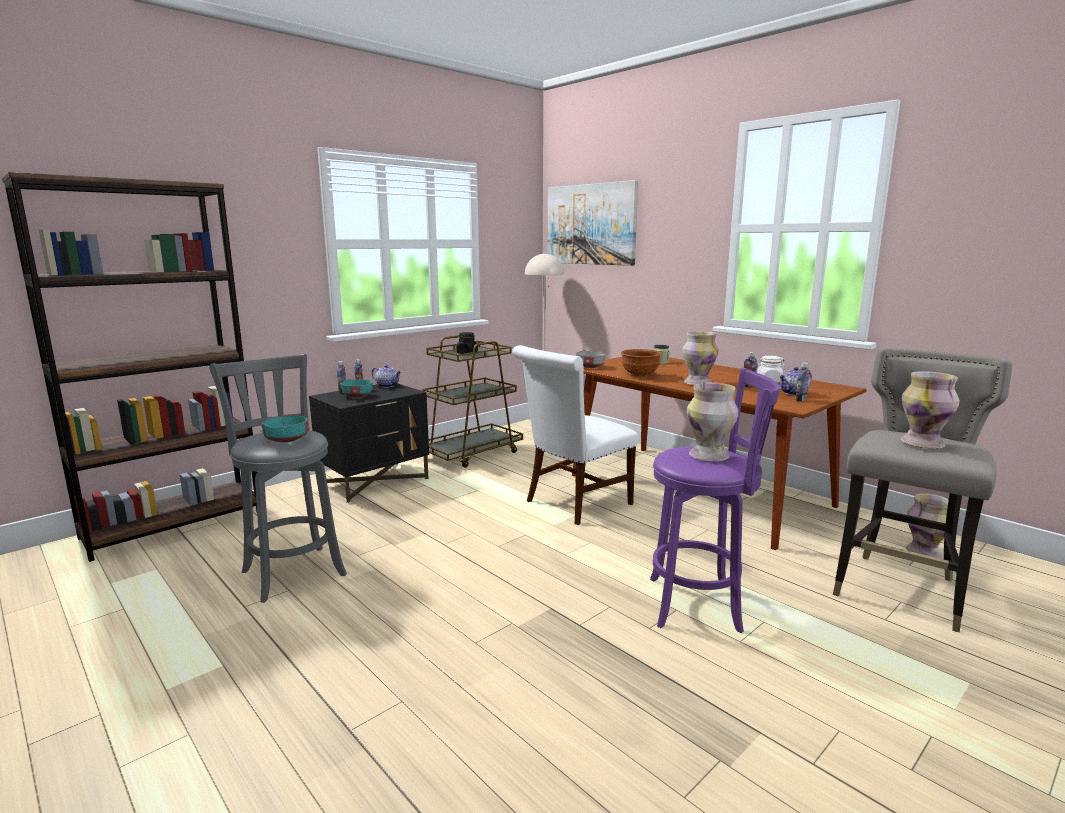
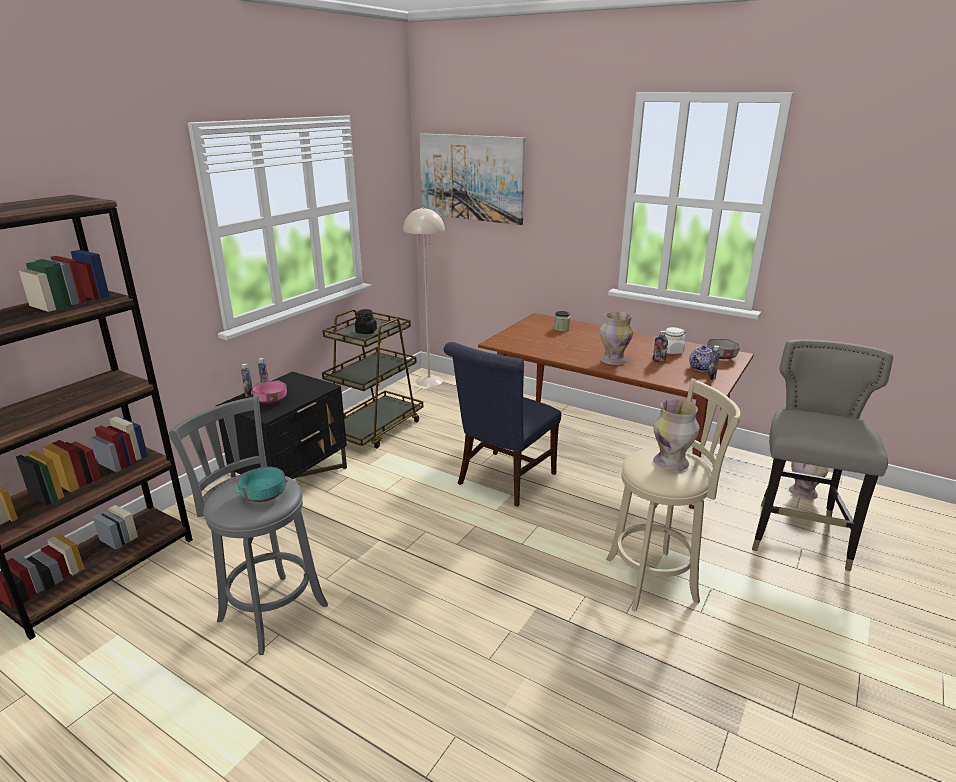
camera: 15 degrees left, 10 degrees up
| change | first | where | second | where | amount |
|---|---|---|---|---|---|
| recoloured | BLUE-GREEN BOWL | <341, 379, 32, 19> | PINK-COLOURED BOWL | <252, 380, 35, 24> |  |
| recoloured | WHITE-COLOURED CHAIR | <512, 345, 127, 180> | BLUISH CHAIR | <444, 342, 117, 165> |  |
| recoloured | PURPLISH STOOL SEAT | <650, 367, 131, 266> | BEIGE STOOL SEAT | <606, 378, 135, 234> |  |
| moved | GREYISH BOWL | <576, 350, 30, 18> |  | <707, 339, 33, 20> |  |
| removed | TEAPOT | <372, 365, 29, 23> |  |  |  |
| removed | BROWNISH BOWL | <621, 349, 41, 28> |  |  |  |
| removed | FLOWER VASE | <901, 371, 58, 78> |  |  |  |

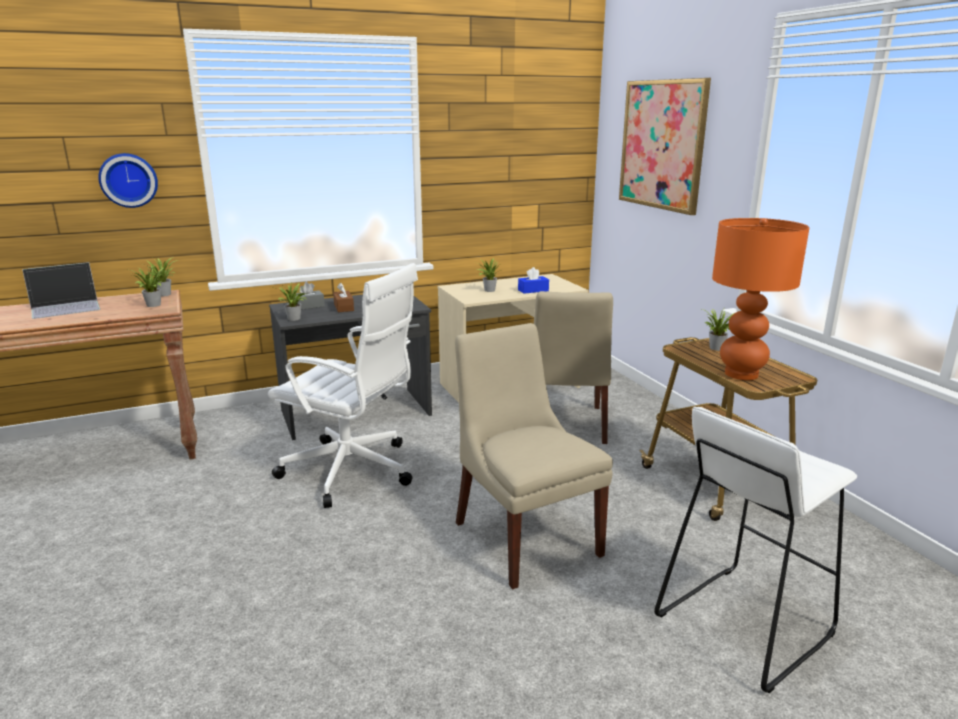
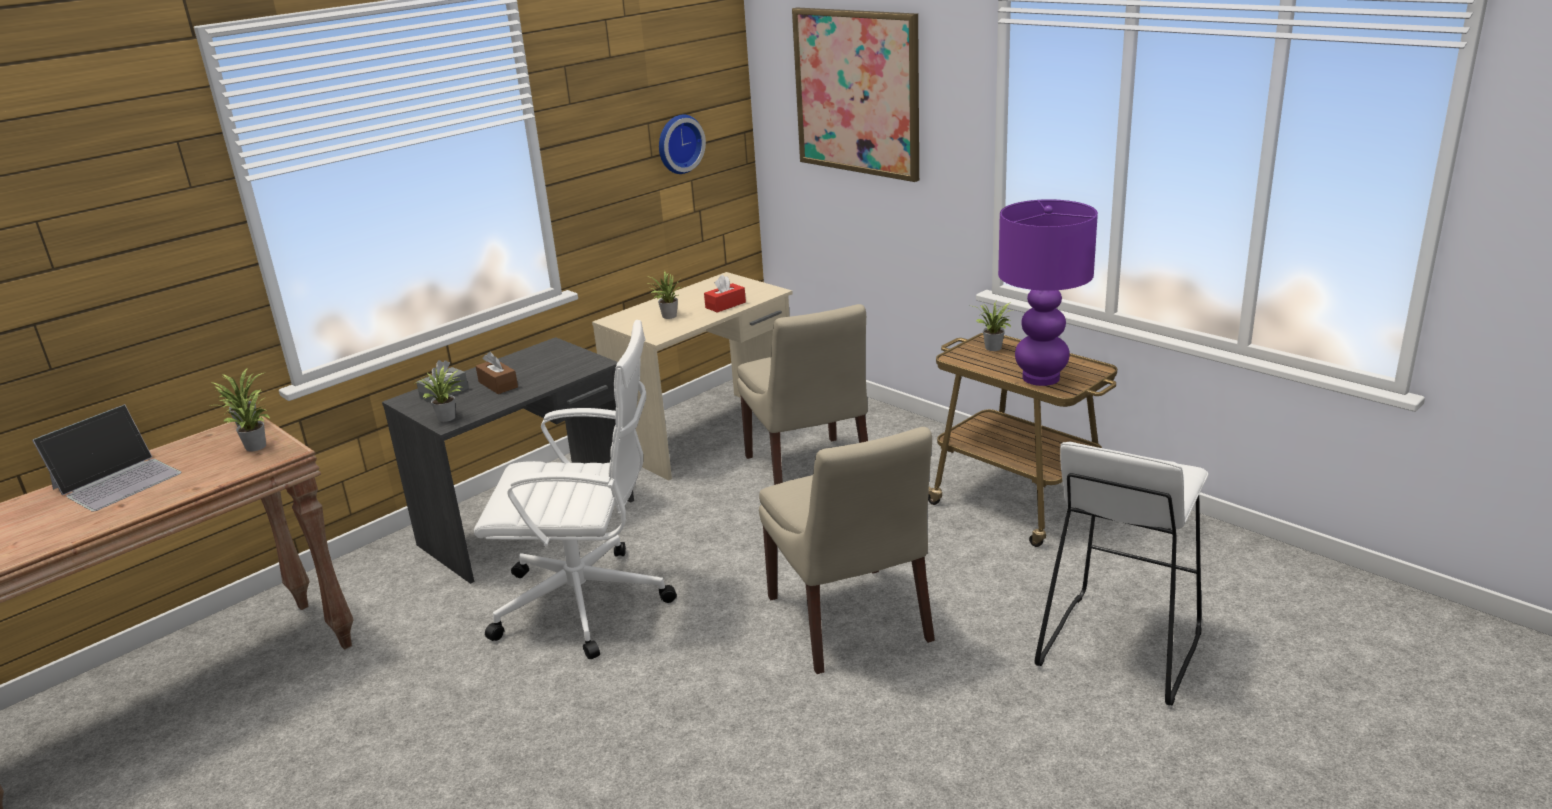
camera: 20 degrees left, 5 degrees up
| change | first | where | second | where | amount |
|---|---|---|---|---|---|
| moved | WALL CLOCK | <98, 153, 60, 55> |  | <659, 115, 47, 59> |  |
| recoloured | BLUISH TISSUE HOLDER | <518, 267, 31, 27> | RED TISSUE HOLDER | <704, 275, 42, 38> |  |
| turned | BEIGE CHAIR | <455, 323, 158, 266> |  | <759, 427, 176, 247> | 150 degrees counterclockwise |
| recoloured | ORANGE LAMP FOR A TABLE | <712, 218, 97, 162> | PURPLISH LAMP FOR A TABLE | <998, 199, 100, 187> |  |

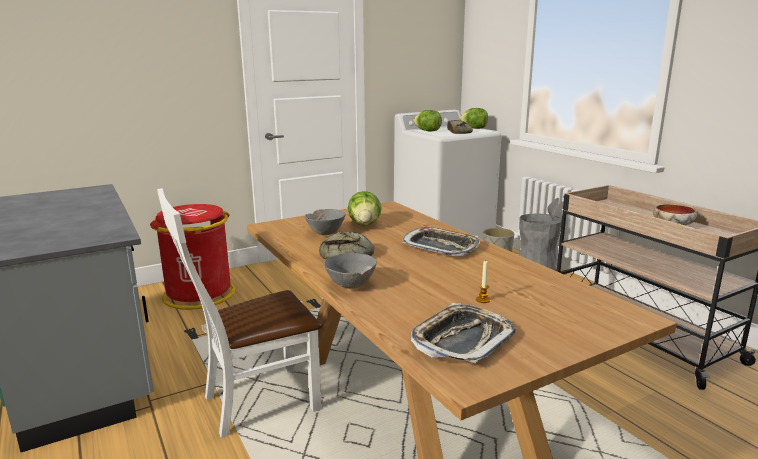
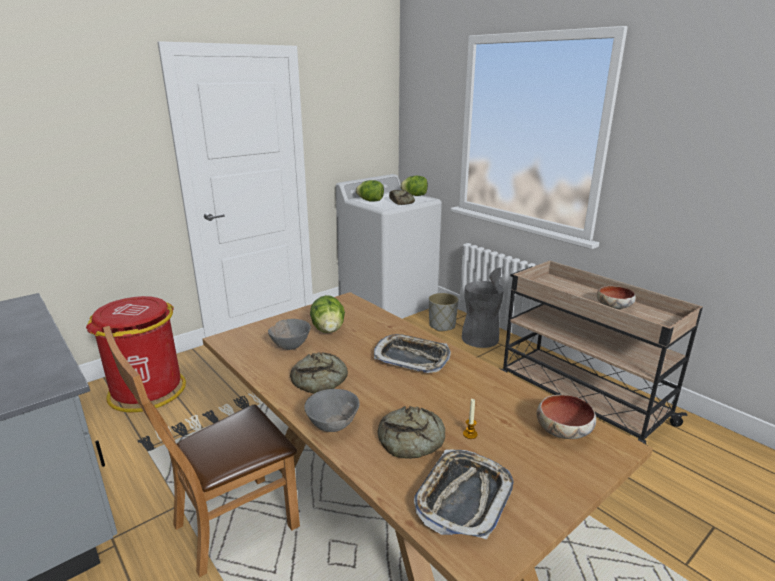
camera: 10 degrees left, 5 degrees up
| change | first | where | second | where | amount |
|---|---|---|---|---|---|
| recoloured | WHITE-COLOURED CHAIR | <157, 188, 165, 250> | BROWNISH CHAIR | <103, 326, 197, 252> |  |
| added |  |  | BREAD | <377, 406, 68, 53> |  |
| added |  |  | BOWL | <537, 395, 59, 44> |  |

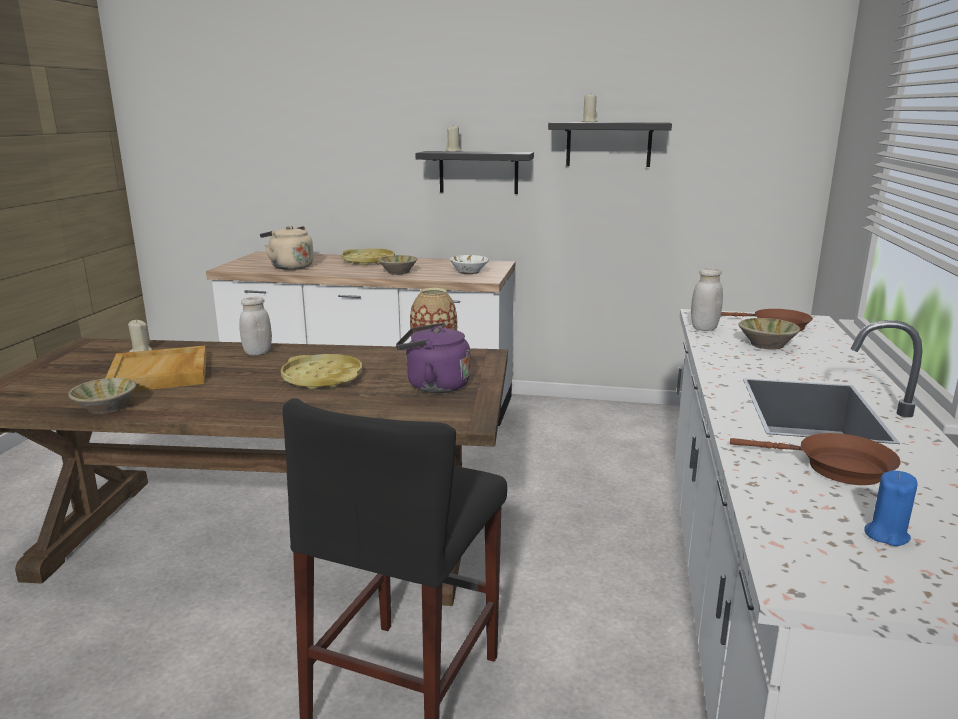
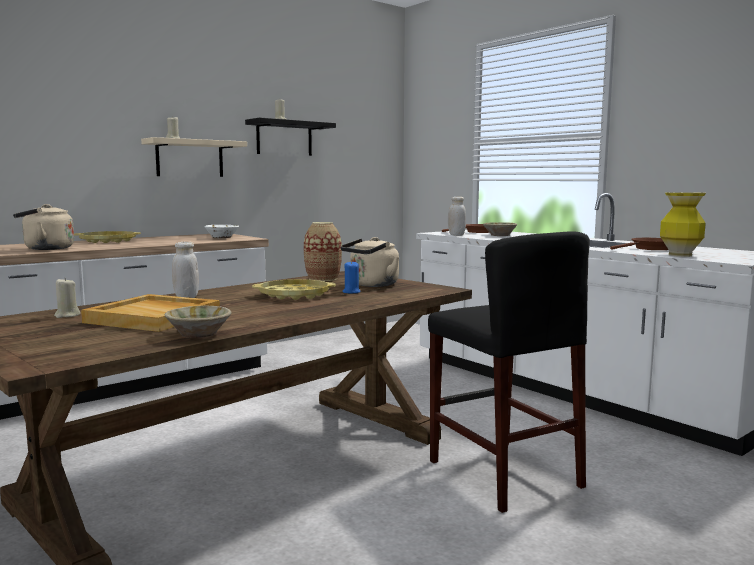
camera: 50 degrees left, 10 degrees down
| change | first | where | second | where | amount |
|---|---|---|---|---|---|
| recoloured | BLACK-COLOURED SHELF | <416, 151, 118, 43> | BEIGE SHELF | <141, 137, 106, 40> |  |
| recoloured | PURPLISH WATER KETTLE | <396, 323, 74, 70> | BEIGE WATER KETTLE | <341, 237, 58, 50> |  |
| moved | BLUISH WAX CANDLE | <864, 470, 53, 76> |  | <342, 261, 18, 33> |  |
| added |  |  | FLOWER VASE | <660, 192, 46, 65> |  |
| removed | BEIGE BOWL | <378, 255, 39, 20> |  |  |  |

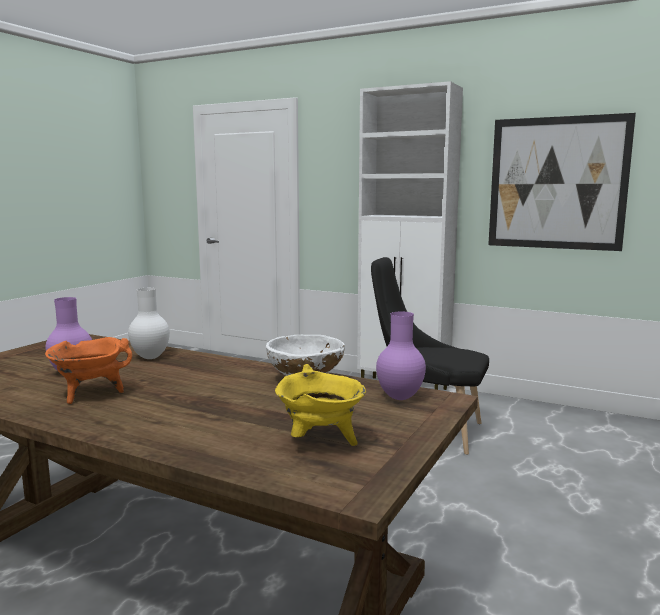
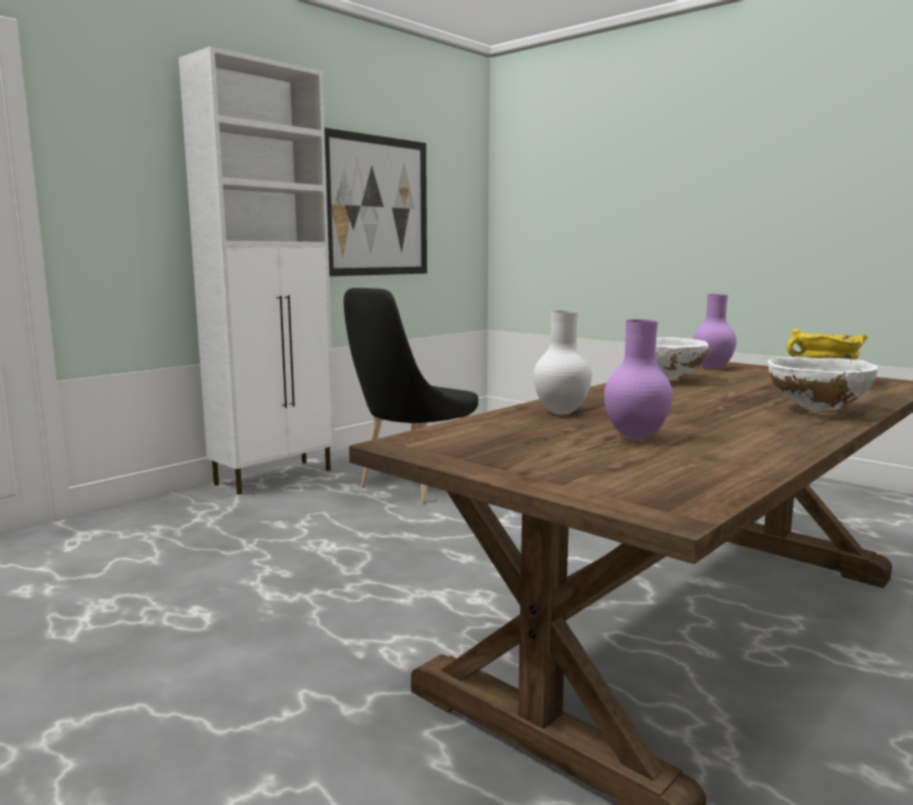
camera: 75 degrees left, 0 degrees up
| change | first | where | second | where | amount |
|---|---|---|---|---|---|
| added |  |  | WHITE-COLOURED BOWL | <768, 357, 110, 54> |  |
| removed | ORANGE SAUCEPOT | <45, 337, 87, 67> |  |  |  |

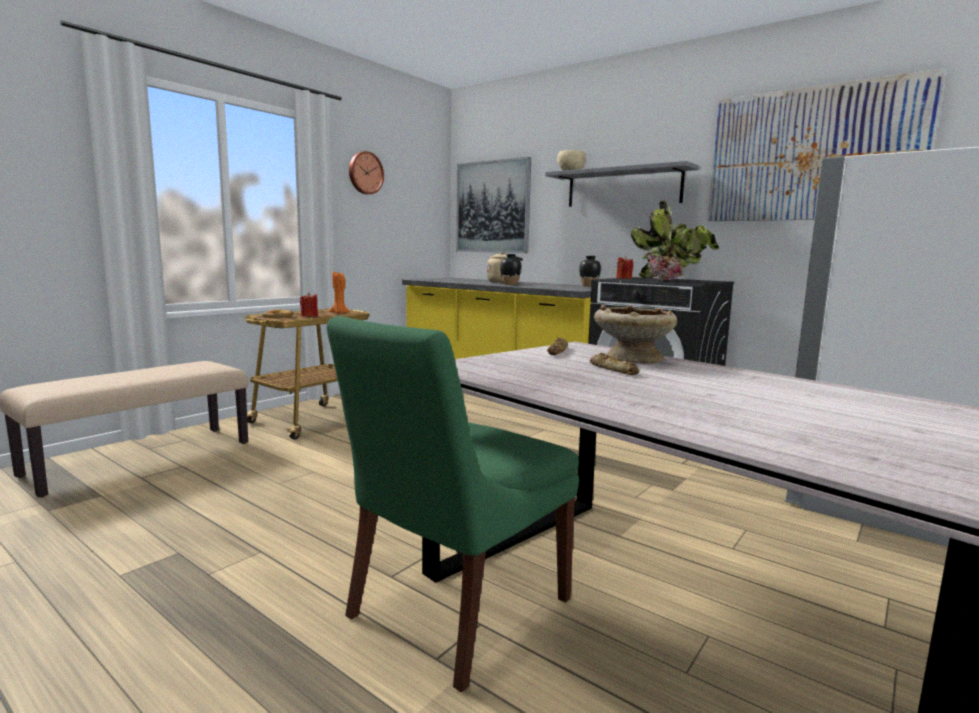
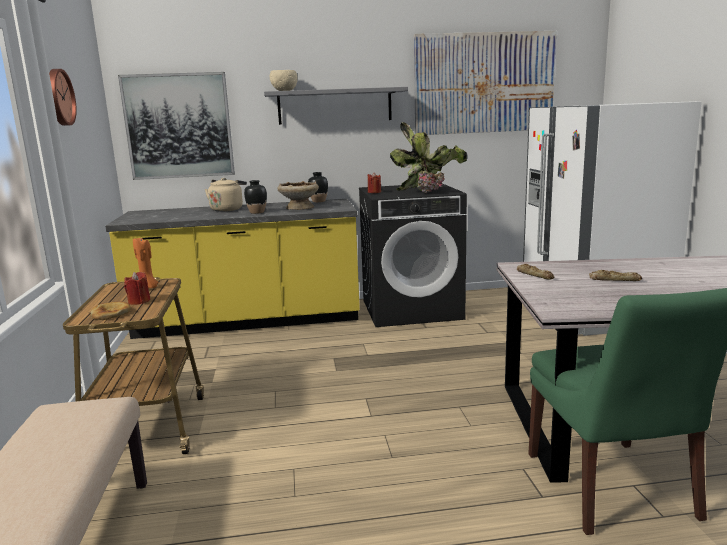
camera: 45 degrees left, 5 degrees up
| change | first | where | second | where | amount |
|---|---|---|---|---|---|
| moved | BEIGE BOWL | <594, 305, 83, 58> |  | <277, 181, 42, 29> |  |

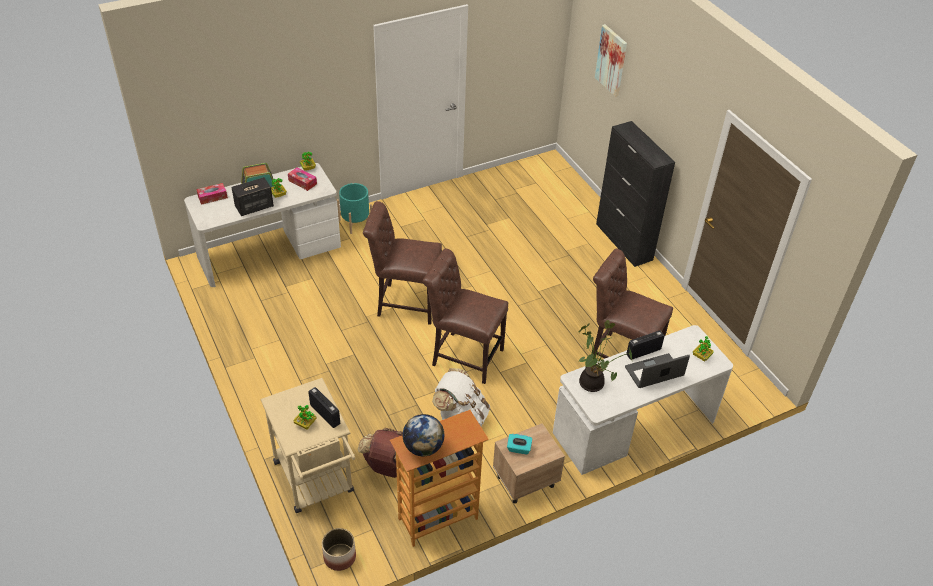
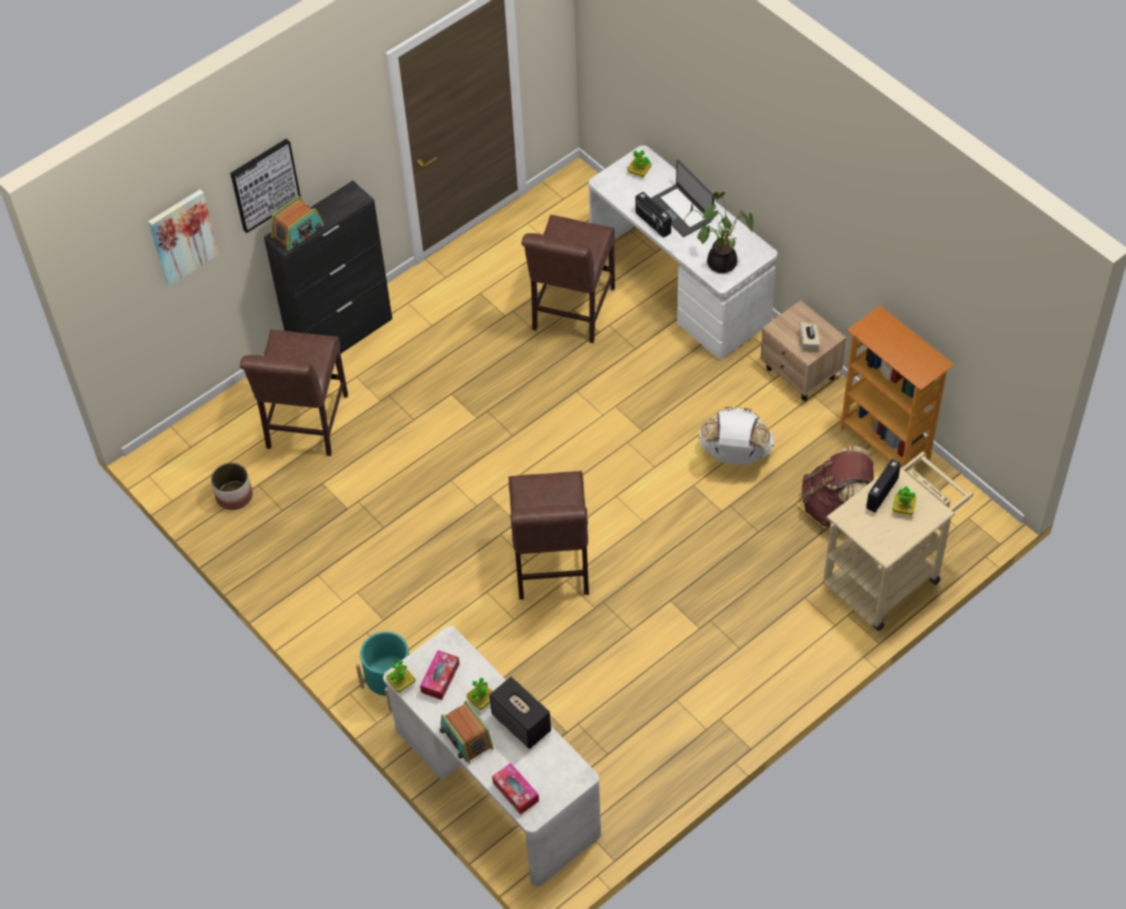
camera: 100 degrees left, 10 degrees up
| change | first | where | second | where | amount |
|---|---|---|---|---|---|
| moved | FLOWER POT | <322, 528, 34, 43> |  | <211, 463, 42, 47> |  |
| added |  |  | PICTURE | <230, 138, 71, 95> |  |
| moved | BROWNISH CHAIR | <423, 248, 85, 136> |  | <240, 330, 108, 126> |  |
| added |  |  | RADIO SET | <271, 196, 53, 55> |  |
| recoloured | BLUE-GREEN TISSUE HOLDER | <507, 434, 25, 20> | BEIGE TISSUE HOLDER | <799, 322, 21, 29> |  |
| removed | WORLD GLOBE | <403, 414, 41, 42> |  |  |  |

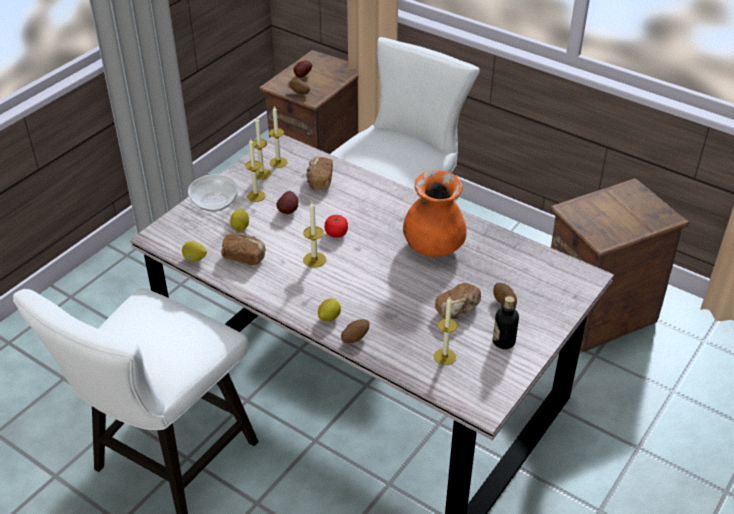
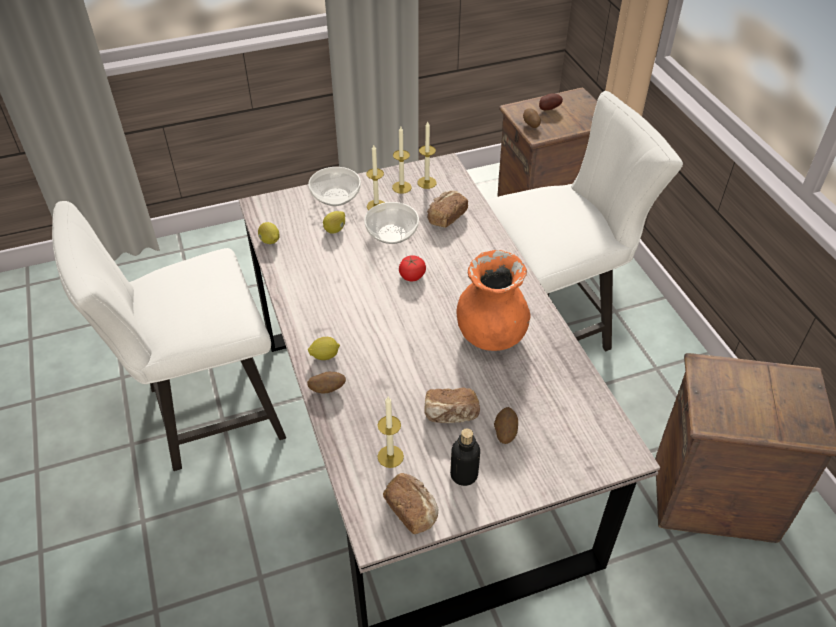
camera: 35 degrees right, 5 degrees up
| change | first | where | second | where | amount |
|---|---|---|---|---|---|
| replaced | SPUD | <276, 191, 22, 23> | BOWL | <364, 202, 55, 42> |  |
| moved | BREAD | <221, 233, 45, 32> |  | <383, 473, 55, 61> |  |
| removed | WAX CANDLE | <303, 201, 23, 67> |  |  |  |

